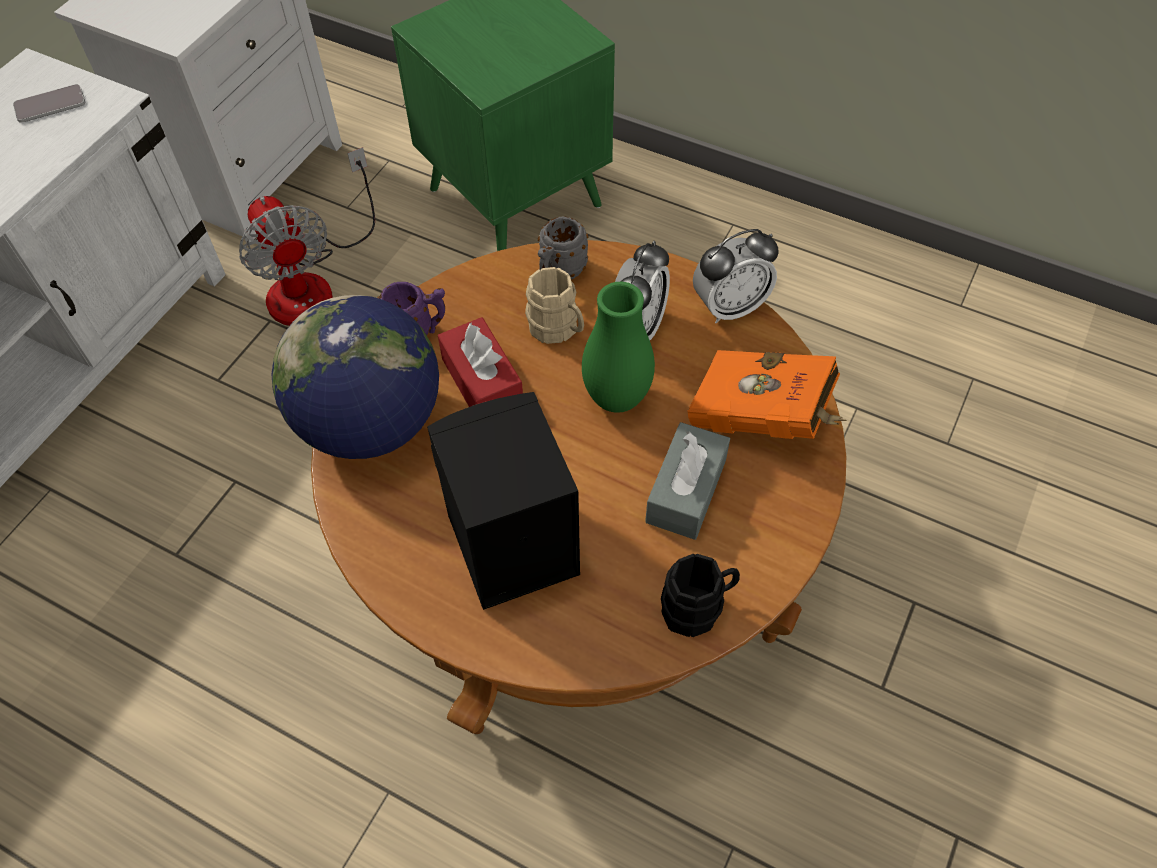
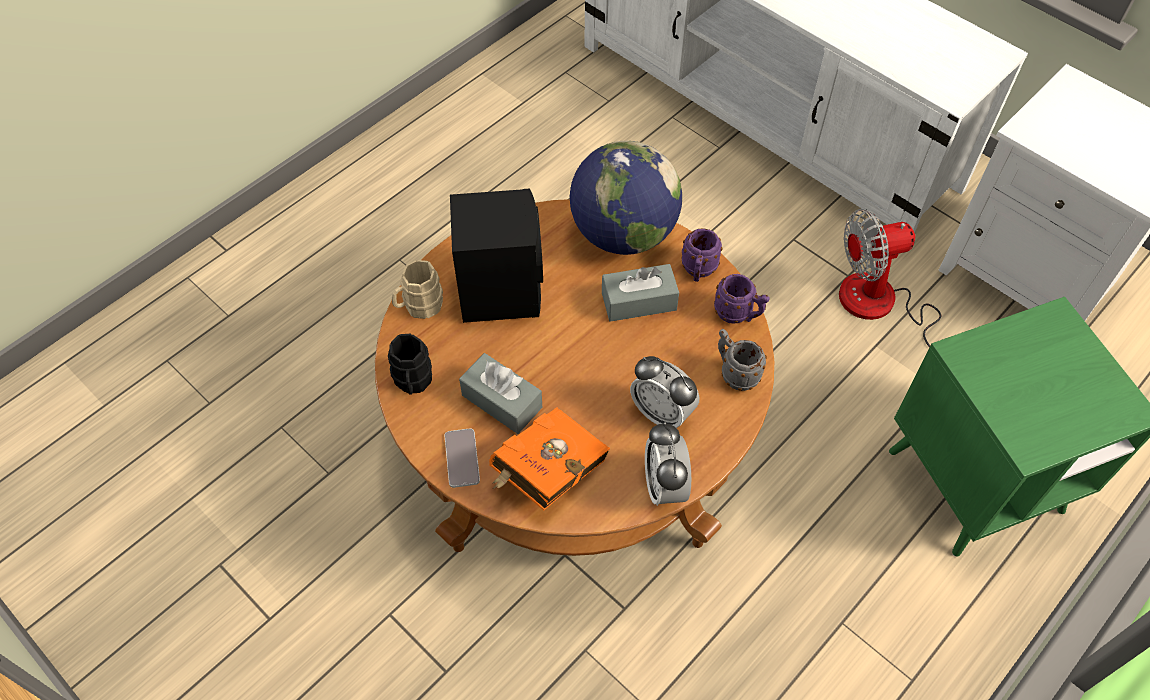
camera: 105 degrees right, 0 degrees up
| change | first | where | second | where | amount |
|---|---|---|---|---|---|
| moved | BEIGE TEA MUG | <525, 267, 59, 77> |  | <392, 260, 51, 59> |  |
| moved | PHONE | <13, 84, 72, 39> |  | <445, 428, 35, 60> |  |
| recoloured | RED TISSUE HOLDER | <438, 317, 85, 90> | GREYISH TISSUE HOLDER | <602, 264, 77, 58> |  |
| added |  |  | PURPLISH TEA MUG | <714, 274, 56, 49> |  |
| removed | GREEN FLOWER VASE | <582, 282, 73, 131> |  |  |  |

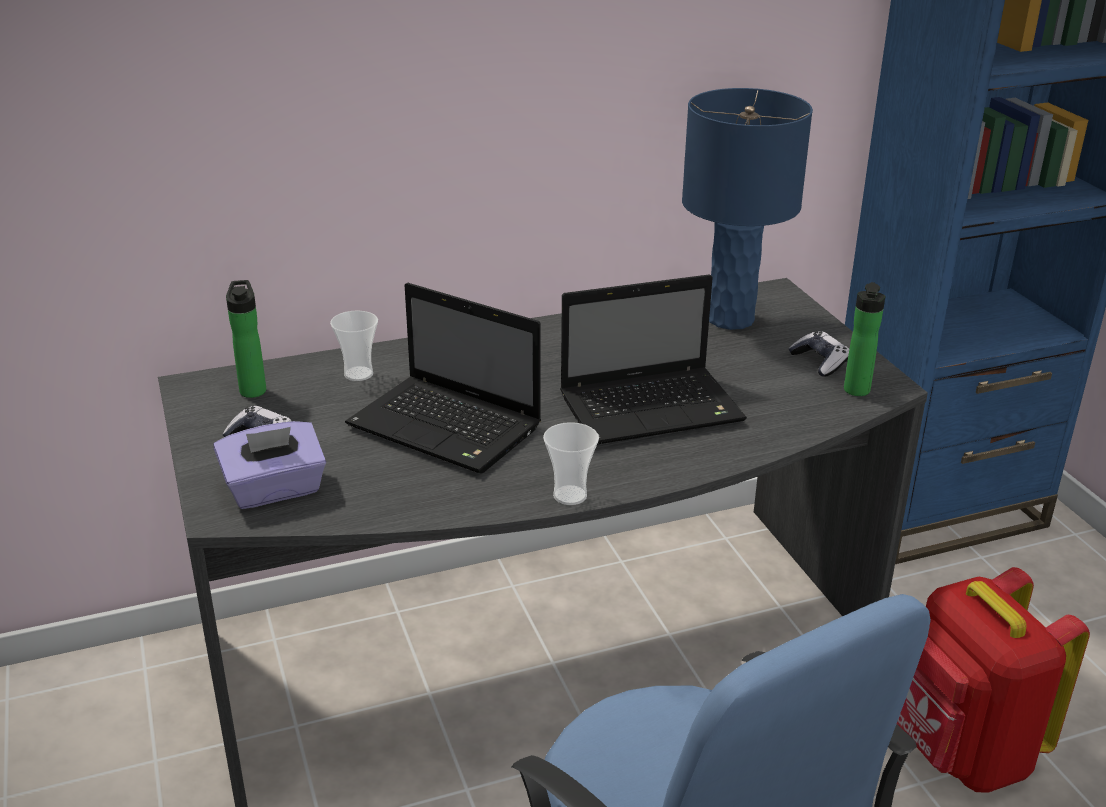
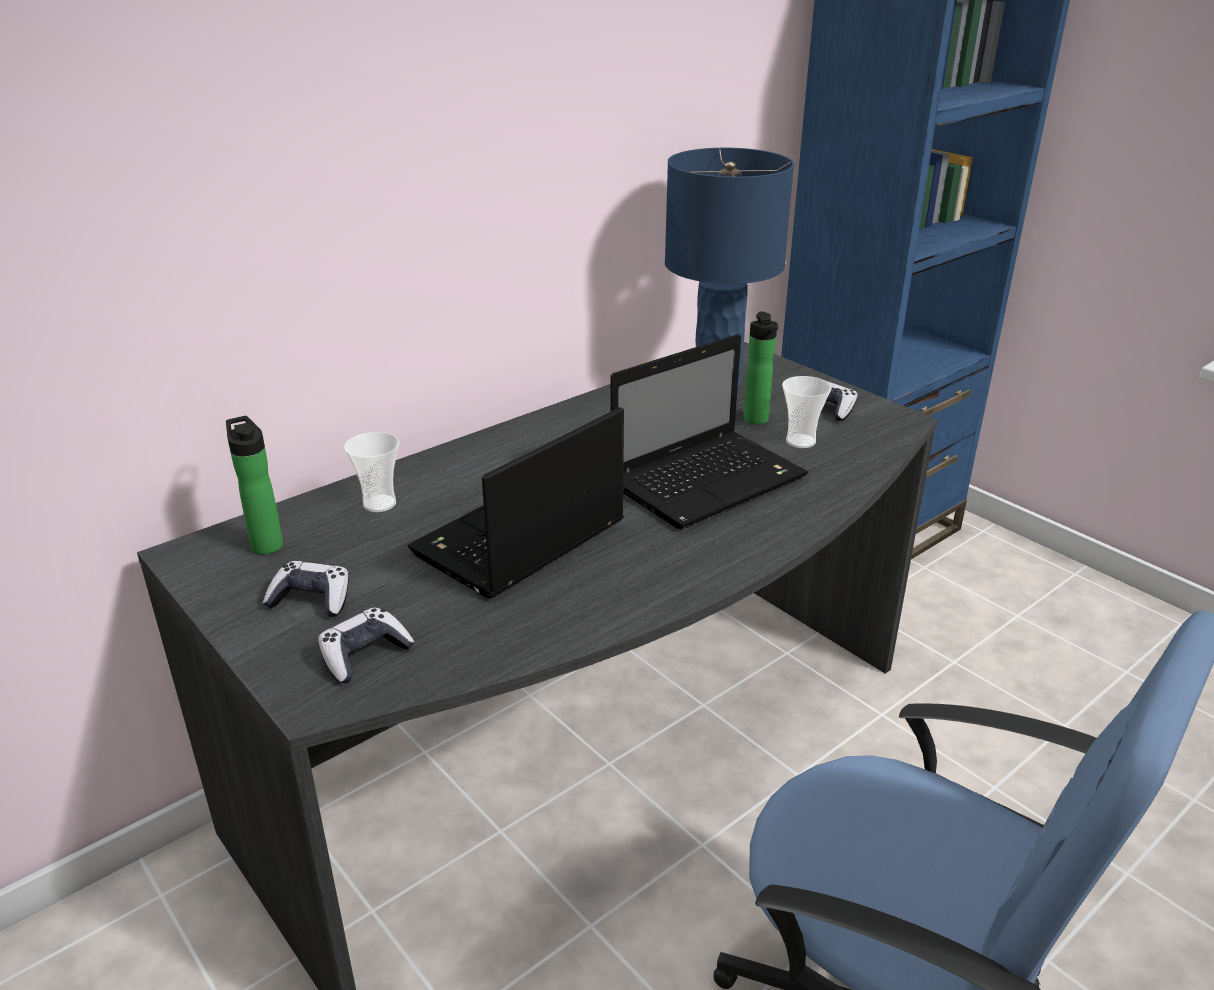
camera: 20 degrees left, 0 degrees up
| change | first | where | second | where | amount |
|---|---|---|---|---|---|
| replaced | PURPLISH TISSUE HOLDER | <214, 421, 112, 88> | GAME CONTROLLER | <318, 607, 96, 76> |  |
| turned | PORTABLE COMPUTER | <345, 283, 196, 191> |  | <408, 407, 216, 191> | 120 degrees clockwise |
| moved | BEVERAGE BOTTLE | <844, 282, 41, 114> |  | <743, 311, 35, 114> |  |
| moved | SMALL CUP | <543, 422, 56, 83> |  | <782, 376, 50, 72> |  |
| removed | RED RUCKSACK | <897, 567, 193, 226> |  |  |  |

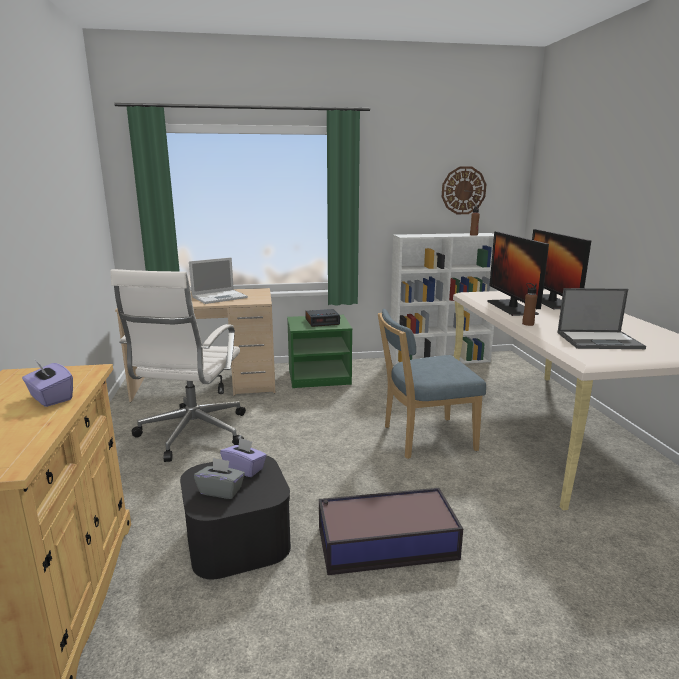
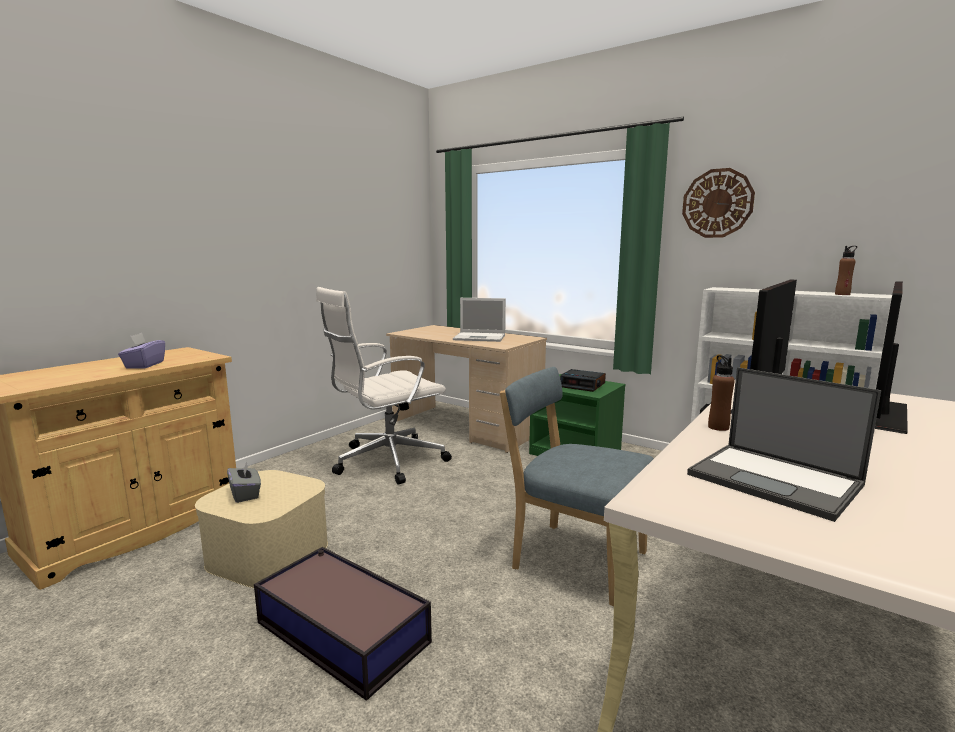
camera: 45 degrees right, 5 degrees down
| change | first | where | second | where | amount |
|---|---|---|---|---|---|
| recoloured | BLACK-COLOURED STORAGE BIN | <180, 456, 111, 123> | BEIGE STORAGE BIN | <195, 470, 133, 118> |  |
| moved | WALL CLOCK | <442, 166, 44, 48> |  | <682, 168, 73, 70> |  |
| removed | PURPLISH TISSUE HOLDER | <220, 437, 47, 40> |  |  |  |

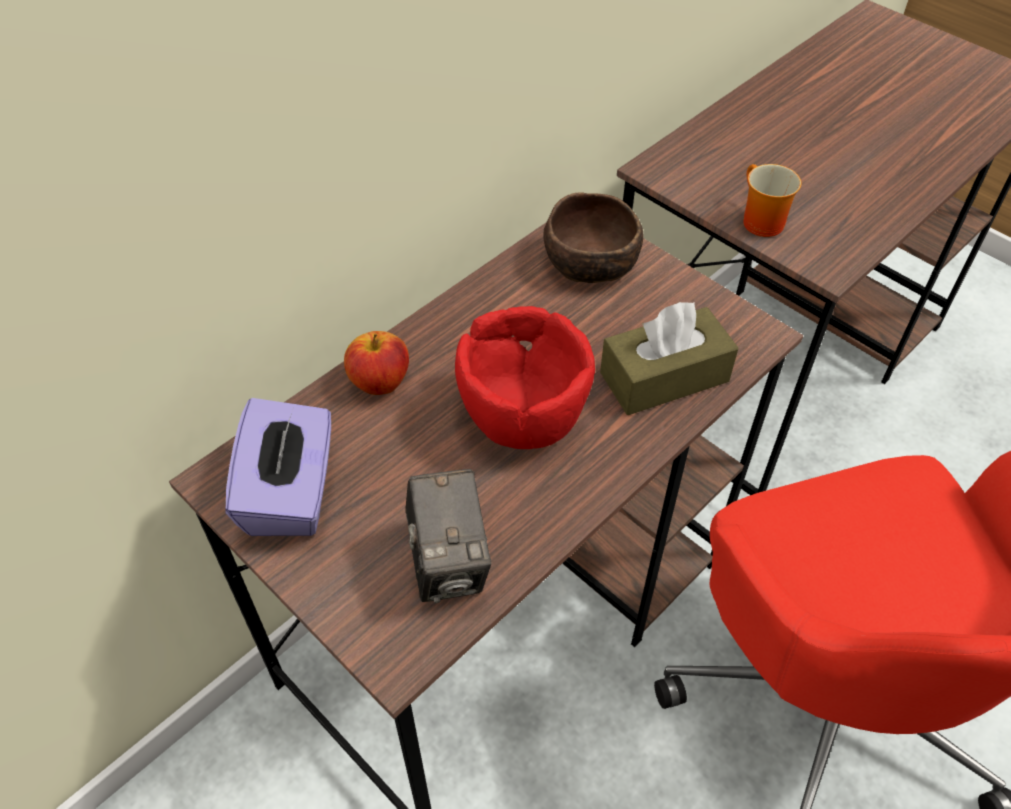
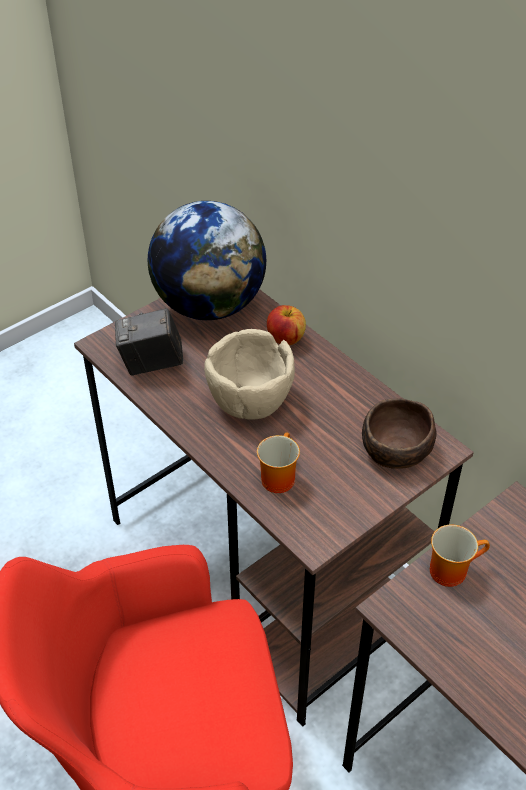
camera: 95 degrees right, 5 degrees down
| change | first | where | second | where | amount |
|---|---|---|---|---|---|
| replaced | PURPLISH TISSUE HOLDER | <225, 398, 106, 138> | WORLD GLOBE | <148, 201, 118, 119> |  |
| recoloured | RED BOWL | <455, 306, 140, 143> | BEIGE BOWL | <204, 329, 91, 91> |  |
| replaced | BROWNISH TISSUE HOLDER | <600, 302, 139, 113> | TEA MUG | <257, 432, 43, 61> |  |

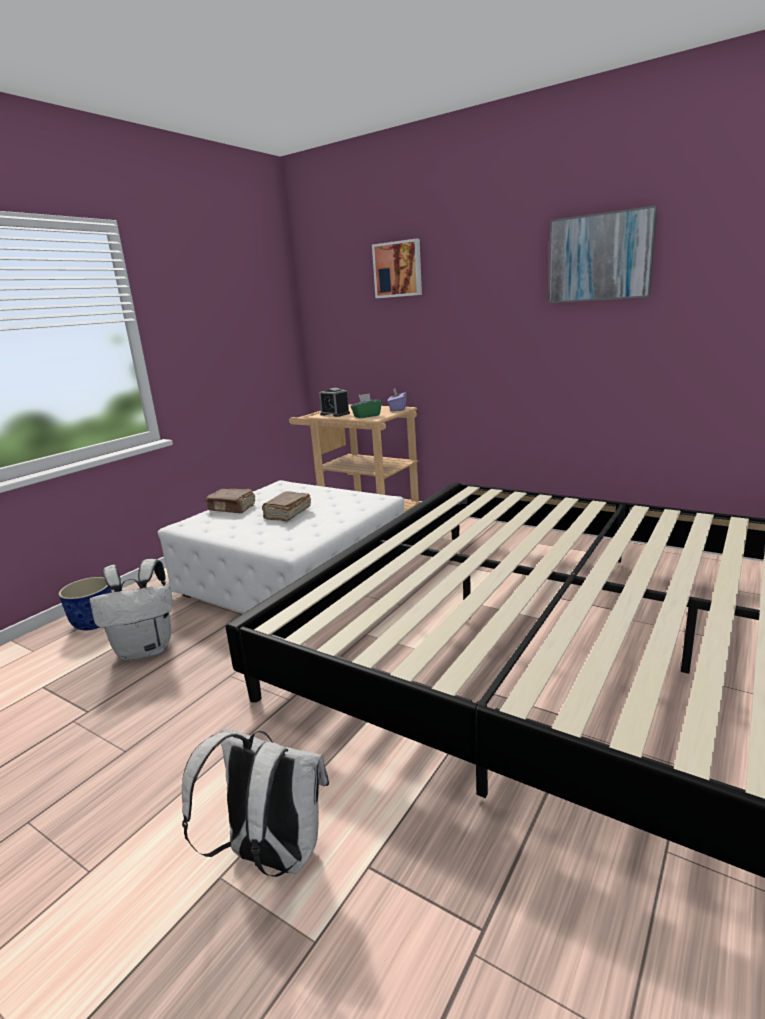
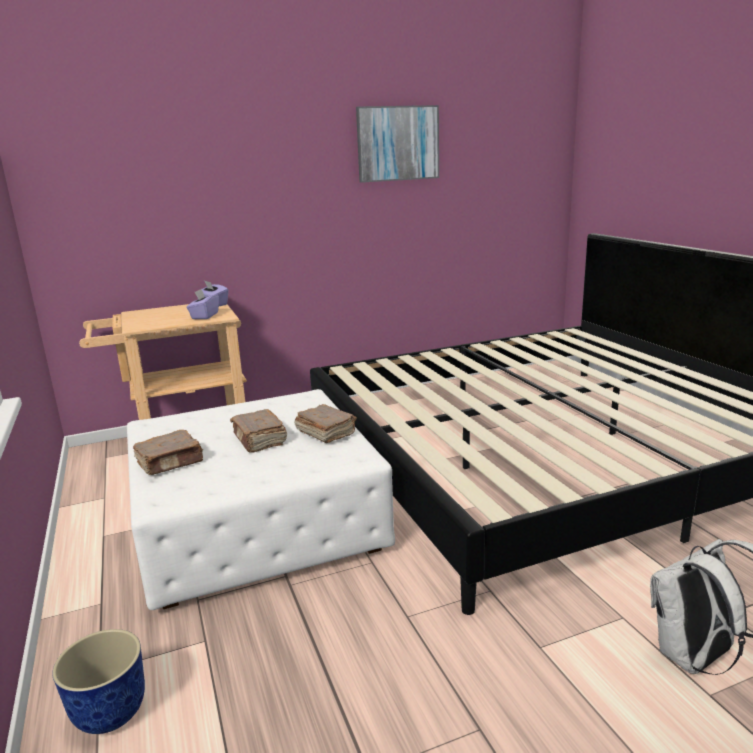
camera: 55 degrees left, 0 degrees up
| change | first | where | second | where | amount |
|---|---|---|---|---|---|
| recoloured | GREEN TISSUE HOLDER | <350, 393, 32, 25> | PURPLISH TISSUE HOLDER | <187, 289, 32, 30> |  |
| added |  |  | BROWNISH VOLUME | <294, 404, 63, 39> |  |
| removed | WHITE-COLOURED RUCKSACK | <90, 559, 83, 102> |  |  |  |
| removed | ALARM CLOCK | <319, 388, 31, 29> |  |  |  |
| removed | PICTURE | <372, 238, 50, 60> |  |  |  |

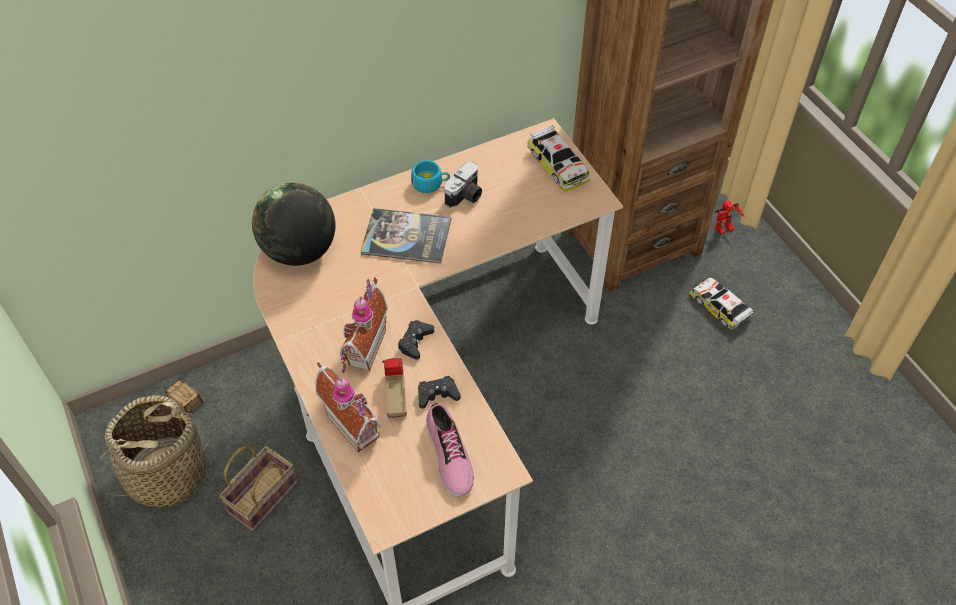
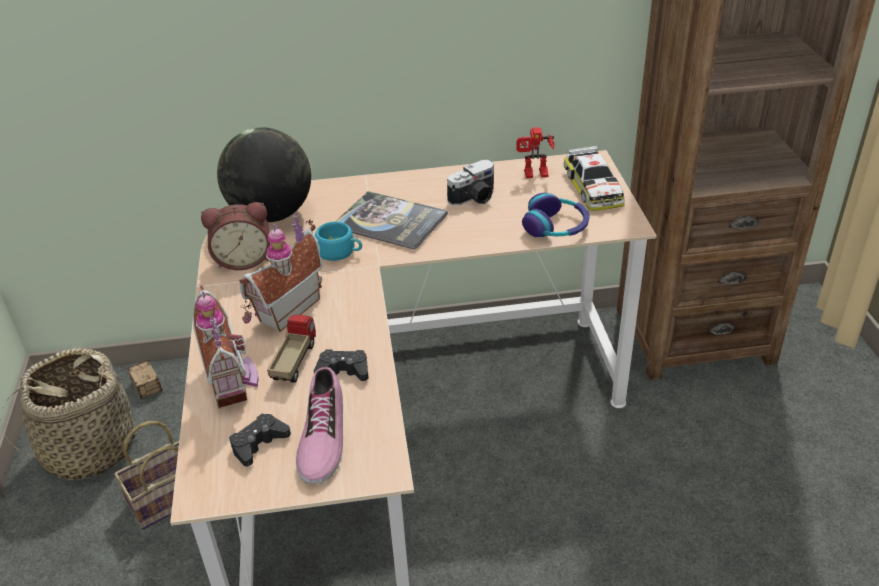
camera: 20 degrees right, 15 degrees down
| change | first | where | second | where | amount |
|---|---|---|---|---|---|
| added |  |  | ALARM CLOCK | <201, 202, 69, 68> |  |
| moved | BLACK-COLOURED GAME CONTROLLER | <398, 320, 36, 40> |  | <229, 414, 62, 52> |  |
| moved | BLUE-GREEN SMALL CUP | <411, 160, 39, 33> |  | <315, 221, 47, 40> |  |
| moved | ROBOT FIGURE | <714, 201, 31, 34> |  | <516, 127, 38, 51> |  |
| added |  |  | HEADSET | <522, 193, 68, 44> |  |
| removed | MODEL CAR | <689, 277, 66, 53> |  |  |  |

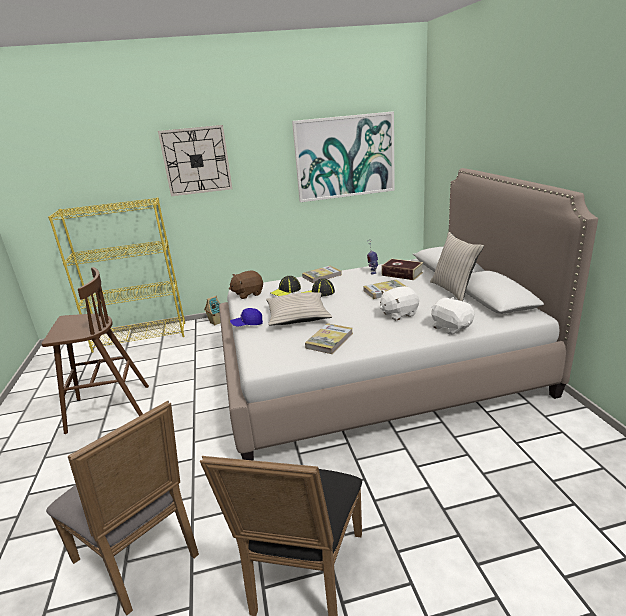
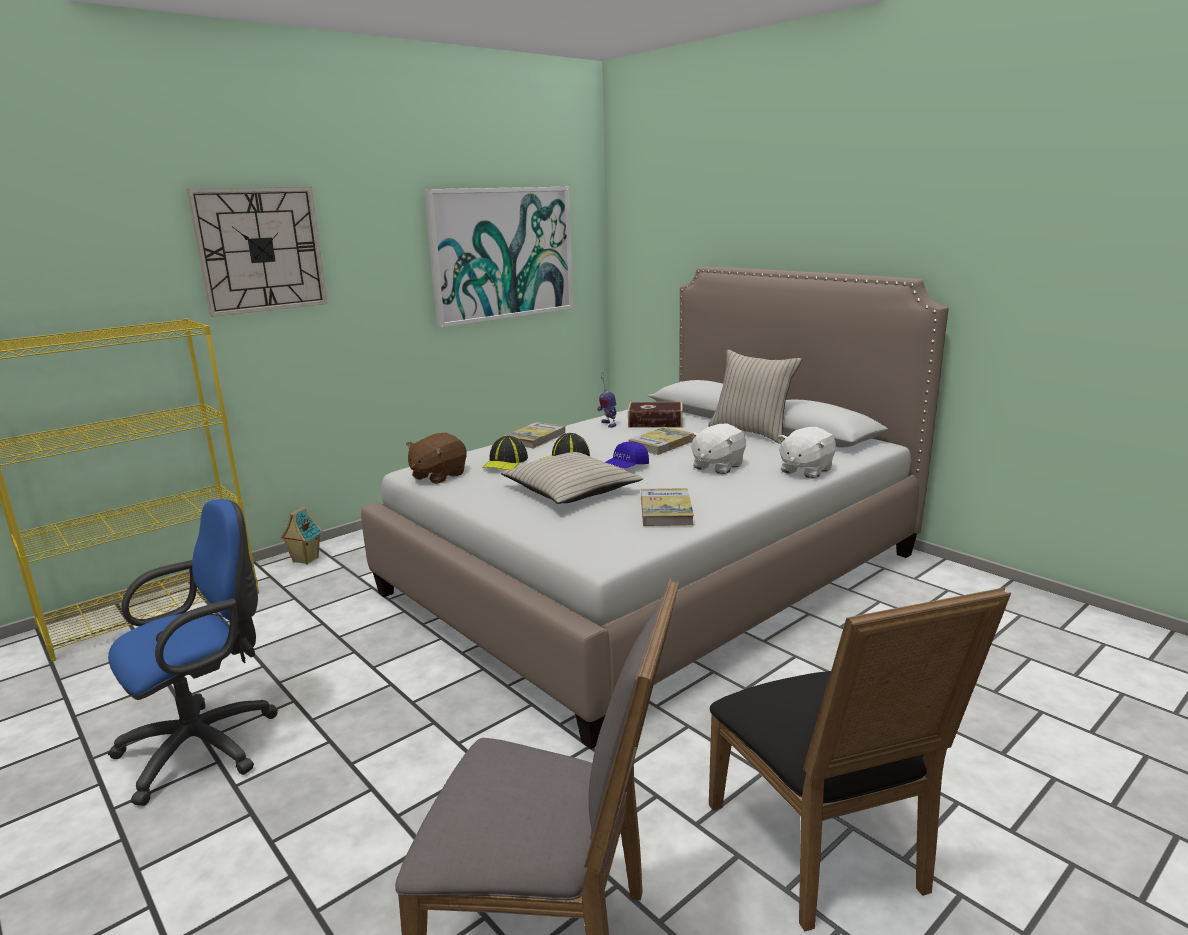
camera: 30 degrees left, 5 degrees down
| change | first | where | second | where | amount |
|---|---|---|---|---|---|
| replaced | BROWNISH STOOL SEAT | <41, 267, 108, 167> | BLUISH OFFICE CHAIR | <108, 499, 170, 307> |  |
| moved | BLUISH PEAKED CAP | <230, 308, 33, 19> |  | <605, 442, 44, 26> |  |
| turned | WHITE-COLOURED PLUSH TOY | <431, 297, 43, 38> |  | <778, 427, 58, 52> | 75 degrees counterclockwise |

